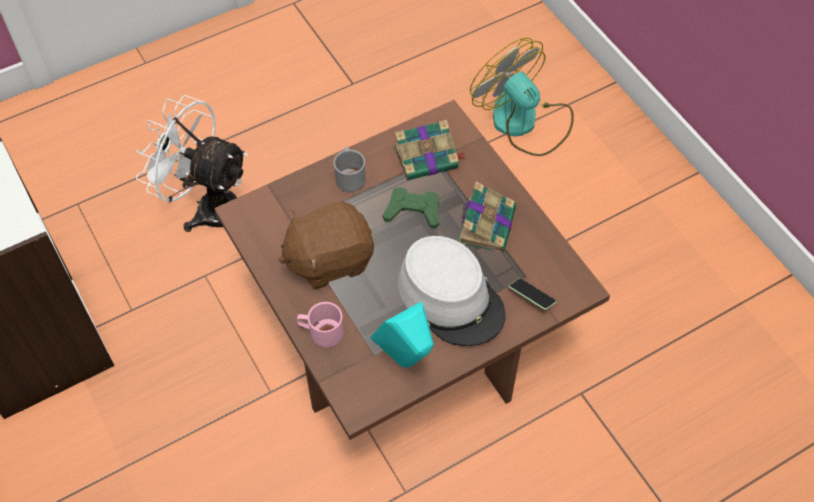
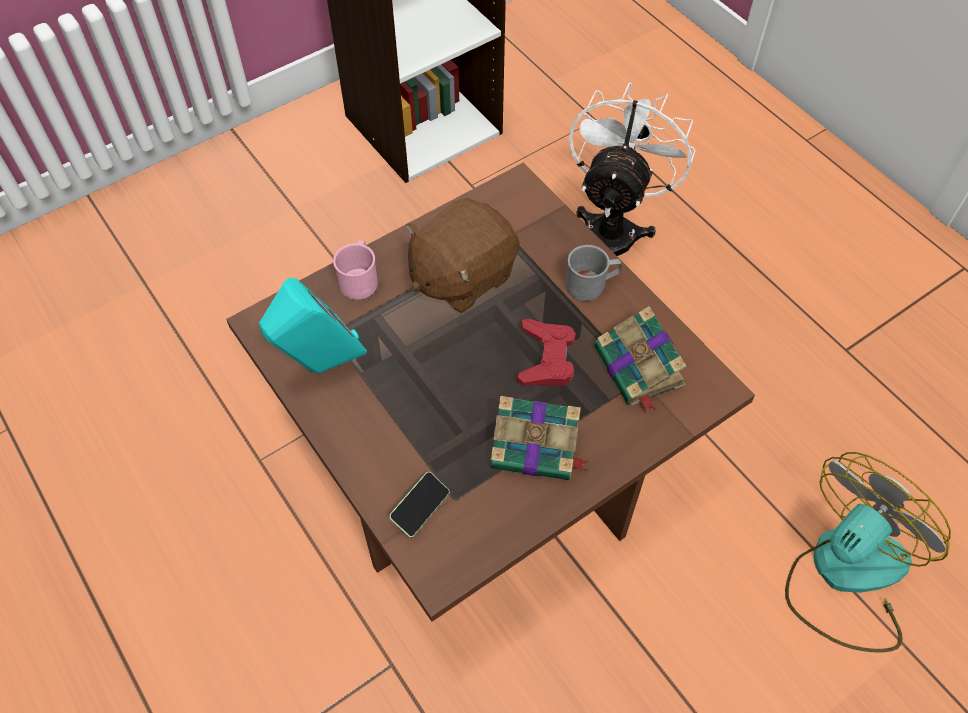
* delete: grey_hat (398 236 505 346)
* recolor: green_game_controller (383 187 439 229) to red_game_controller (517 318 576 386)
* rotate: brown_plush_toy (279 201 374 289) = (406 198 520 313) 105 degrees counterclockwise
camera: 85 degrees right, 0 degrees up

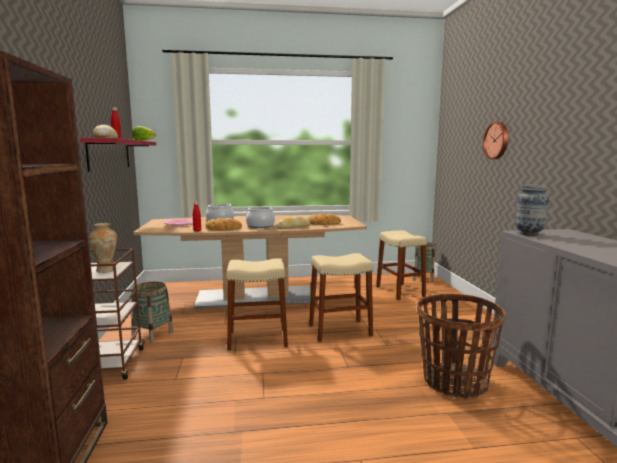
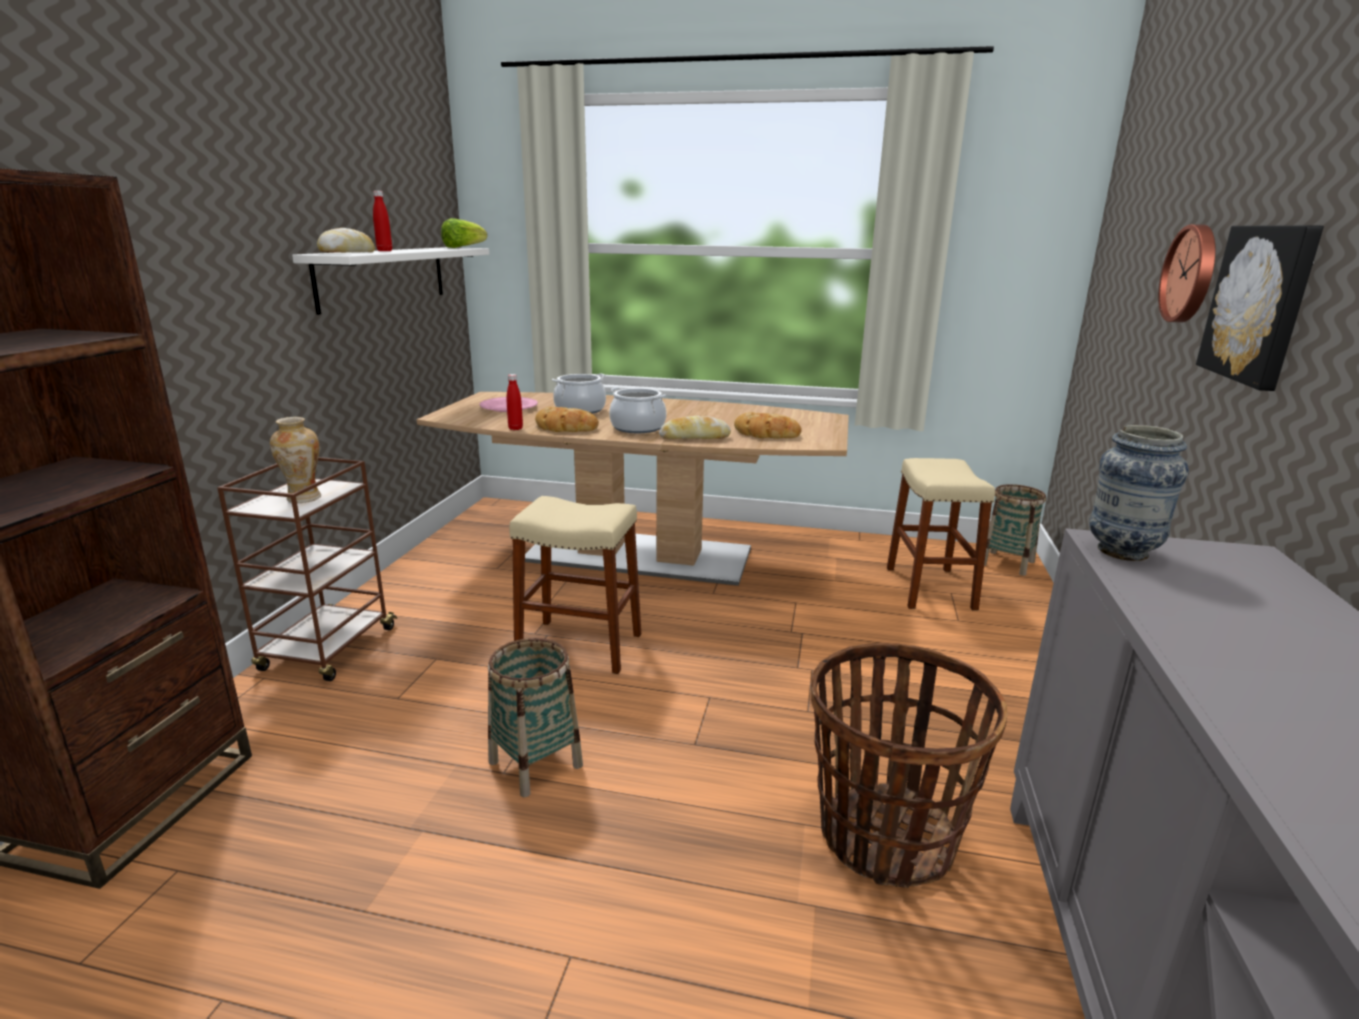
* delete: beige_stool (309 253 373 342)
* insert: picture (1196 225 1324 391)
* move: basket (131 282 174 343) to (488 638 583 797)
* recolor: red_shelf (80 138 156 172) to white_shelf (292 247 489 315)
camera: 20 degrees right, 10 degrees up

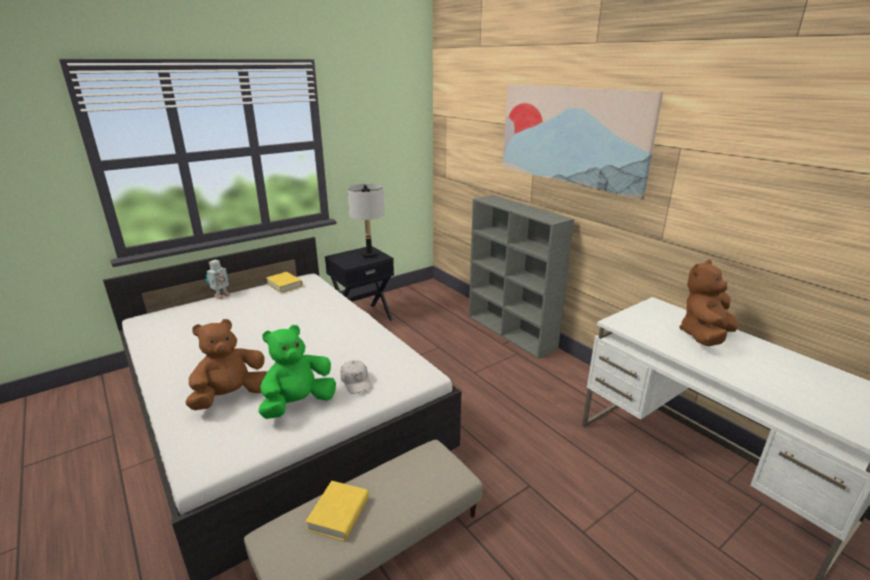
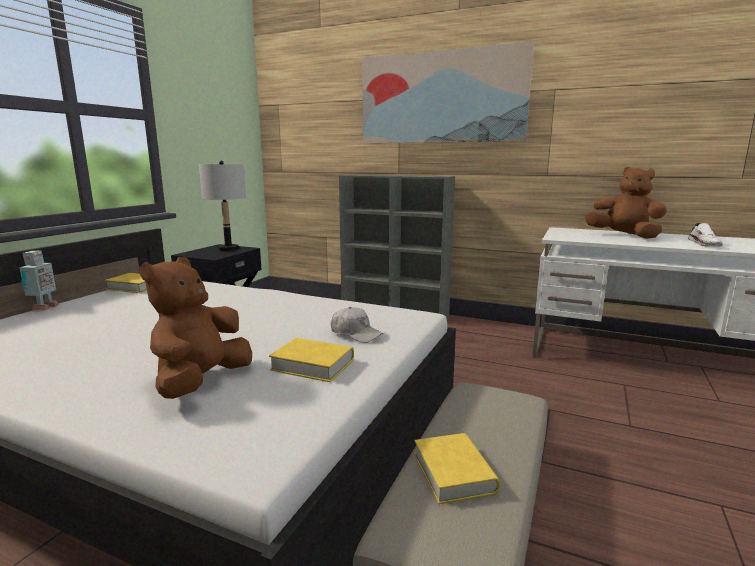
* insert: white_shoe (688 223 723 247)
* replace: green_plush_toy (258 325 336 419) to yellow_book (269 338 354 382)
* rotate: brown_plush_toy (679 259 738 346) = (585 167 667 239) 120 degrees clockwise
camera: 30 degrees left, 10 degrees down

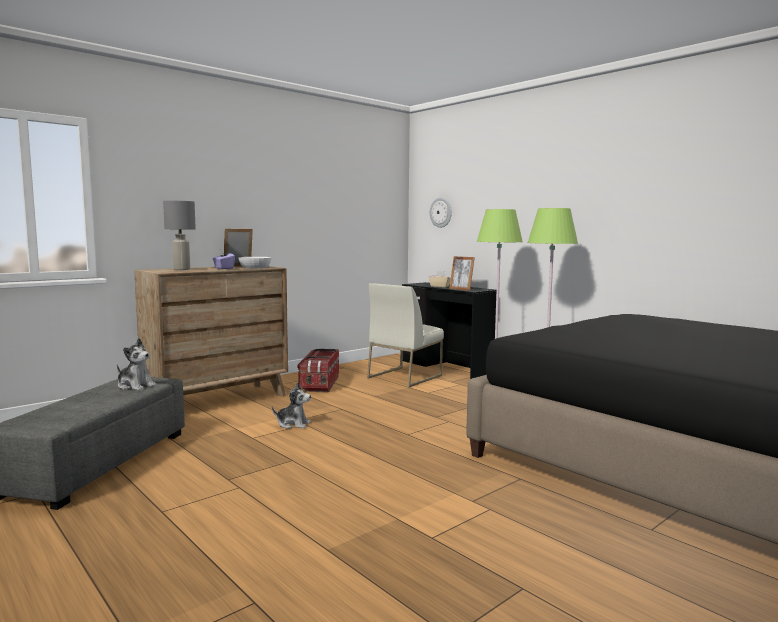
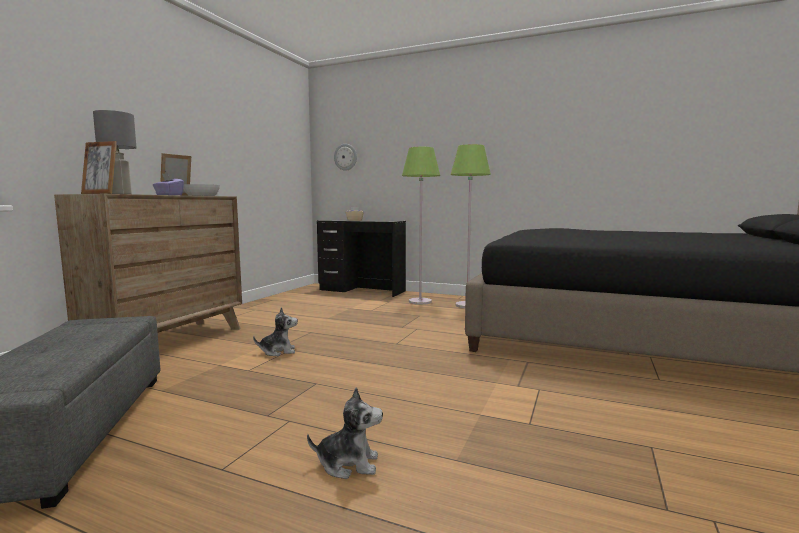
* delete: storage_box (297 348 339 393)
* delete: white_chair (367 283 444 387)
* move: plush_toy (117 338 156 391) to (307 387 383 479)
* move: picture_frame (449 256 475 291) to (81 141 117 194)
camera: 25 degrees left, 0 degrees up

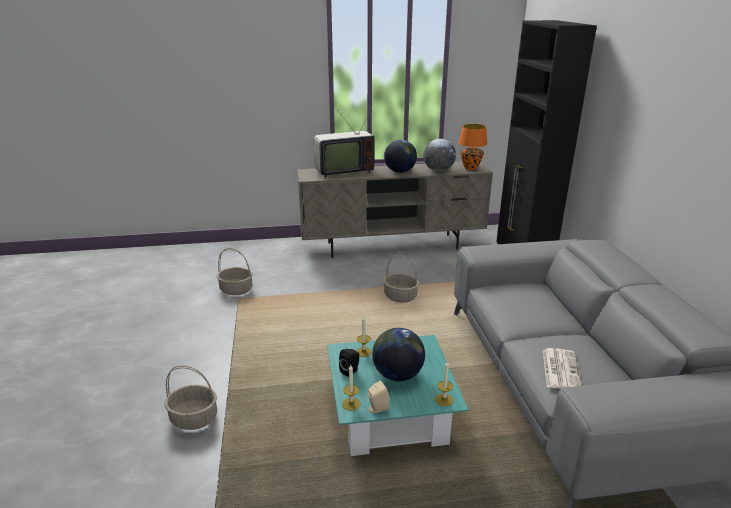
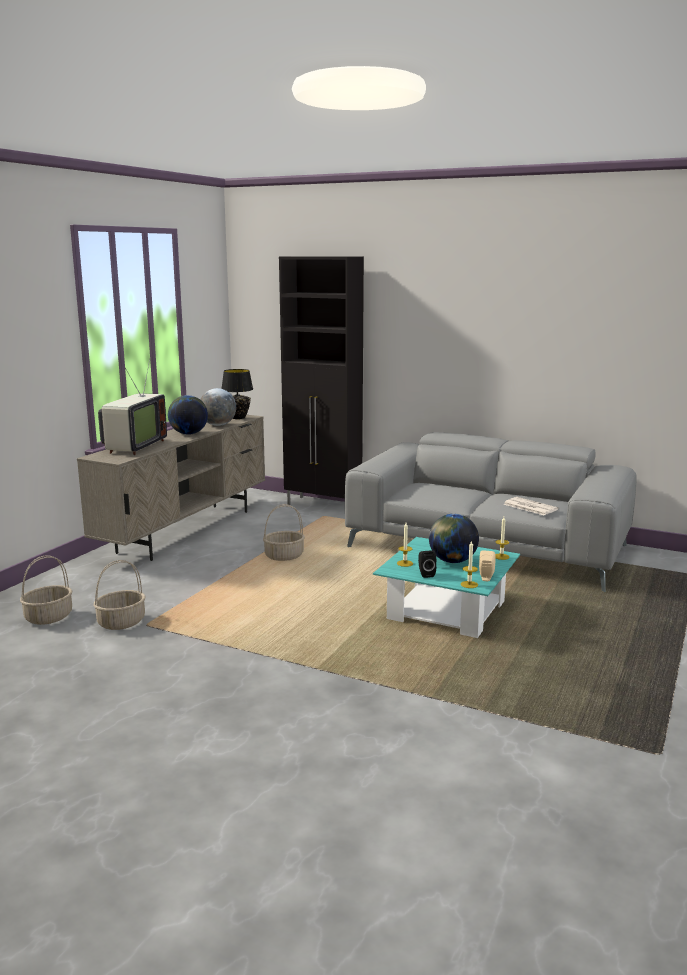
* move: basket (164 365 217 430) to (20 556 72 625)
* recolor: orange_table_lamp (459 124 488 170) to black_table_lamp (222 369 253 419)
camera: 55 degrees left, 10 degrees down

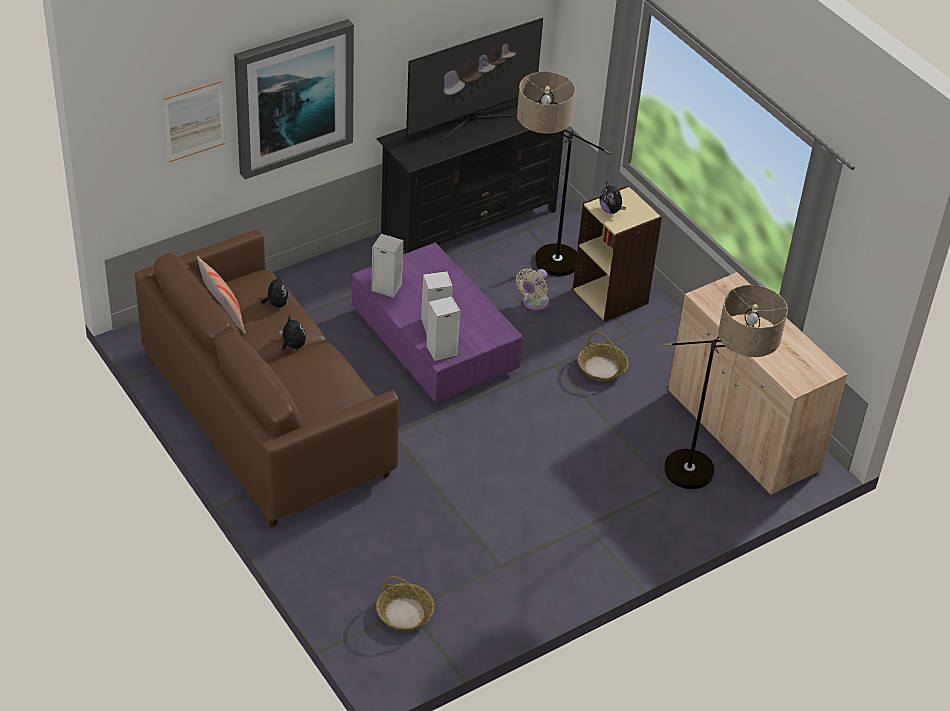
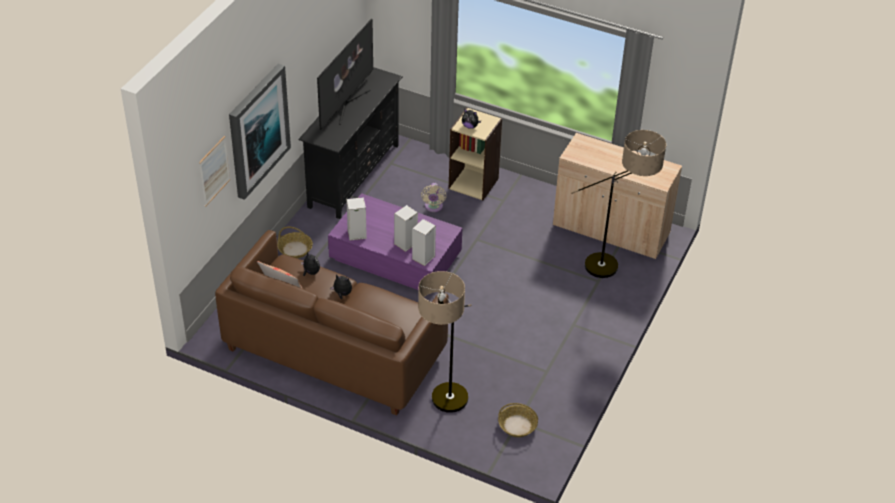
* move: floor_lamp (517 72 611 276) to (418 271 472 413)
* move: basket (578 332 629 382) to (277 227 313 259)
camera: 30 degrees left, 0 degrees up

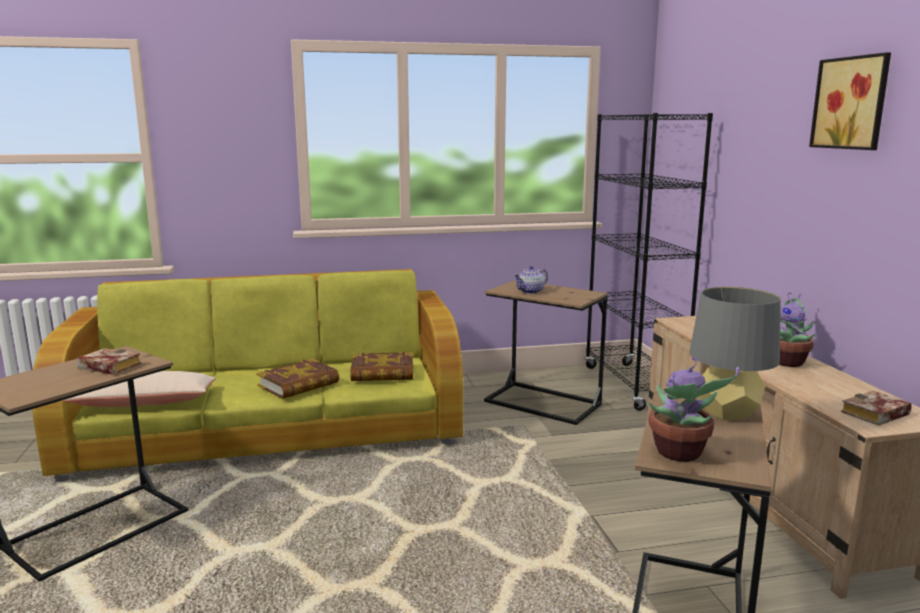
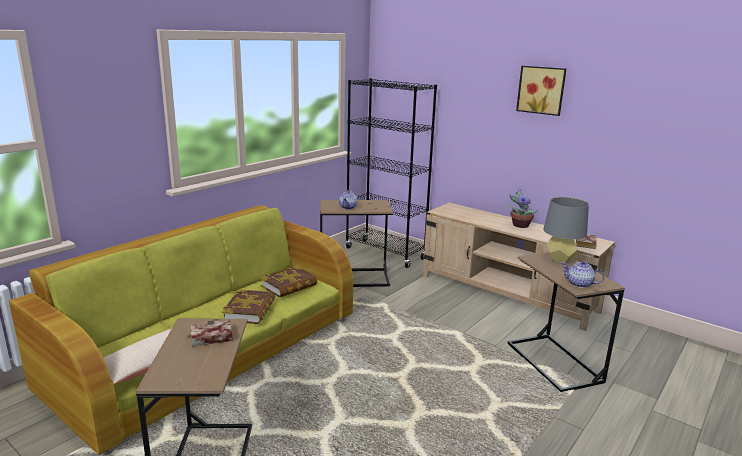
* replace: potted_plant (649 357 740 462) to teapot (561 261 605 288)
camera: 40 degrees left, 5 degrees up

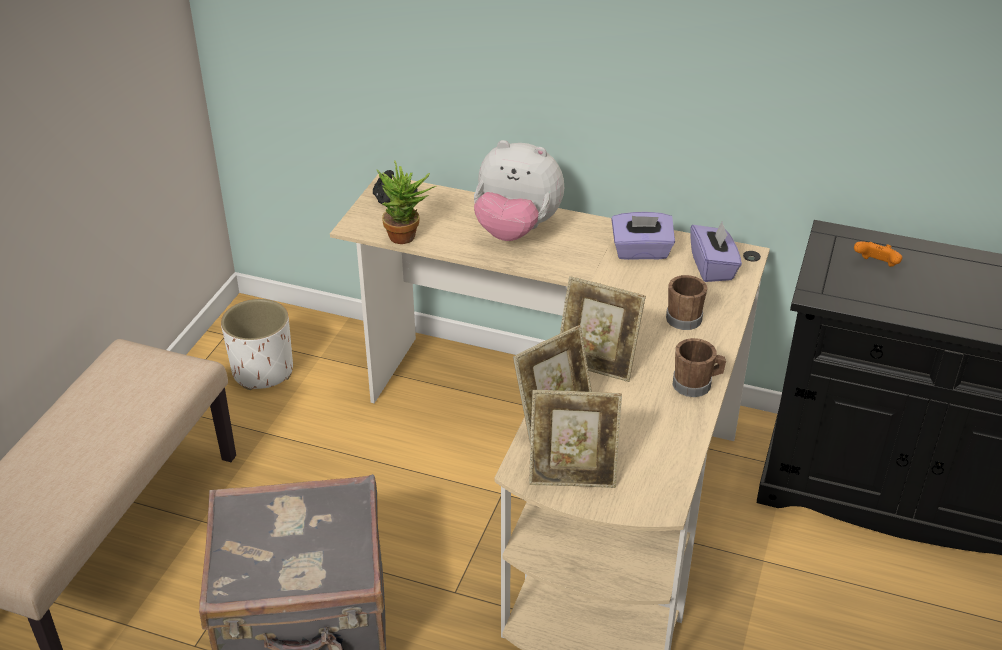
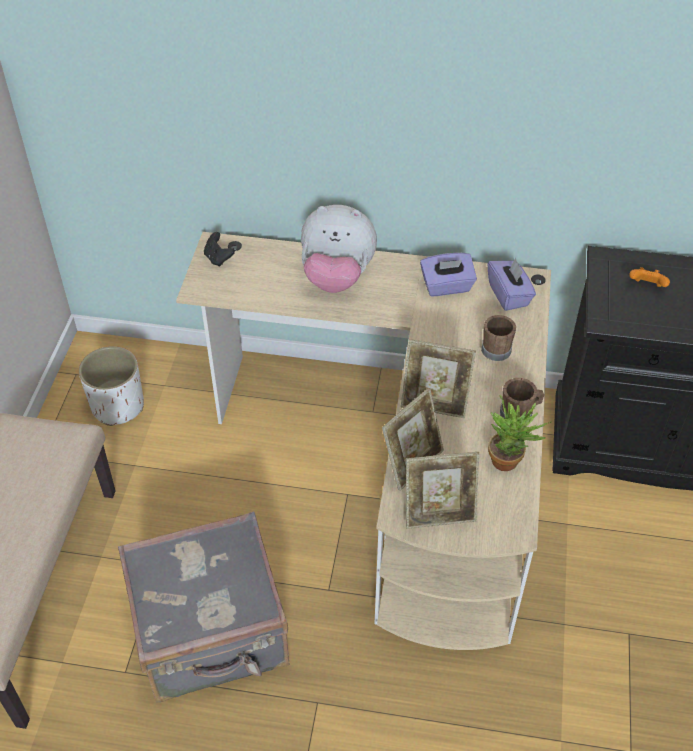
* move: potted_plant (377 161 436 244) to (488 395 552 471)
camera: 10 degrees left, 10 degrees up

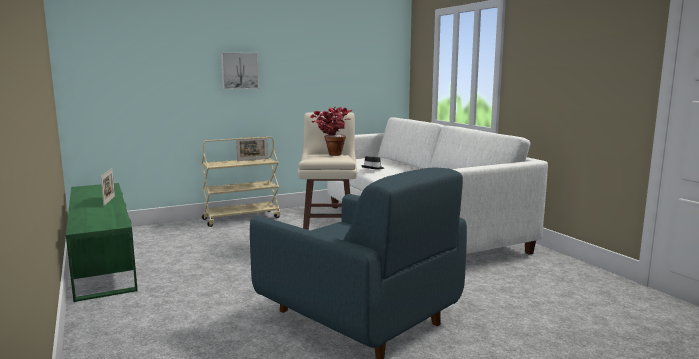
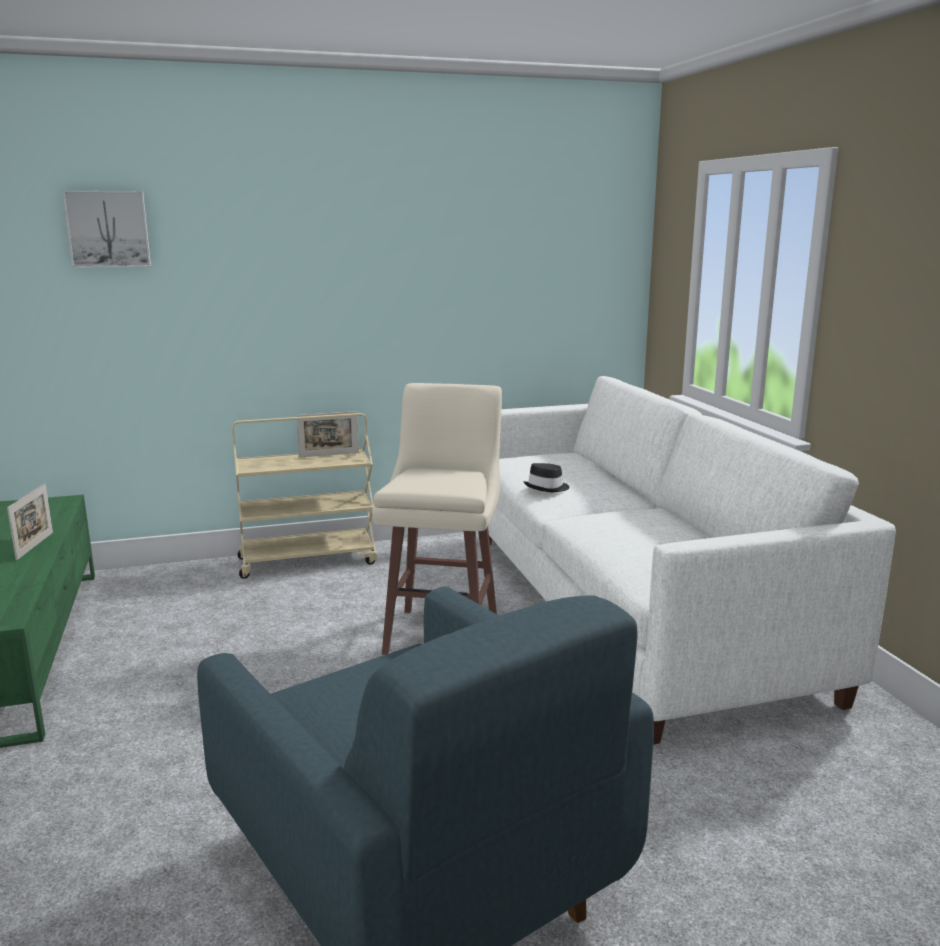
* delete: potted_plant (310 107 352 156)
* move: picture (221 52 259 90) to (63 191 151 268)
camera: 10 degrees right, 5 degrees up

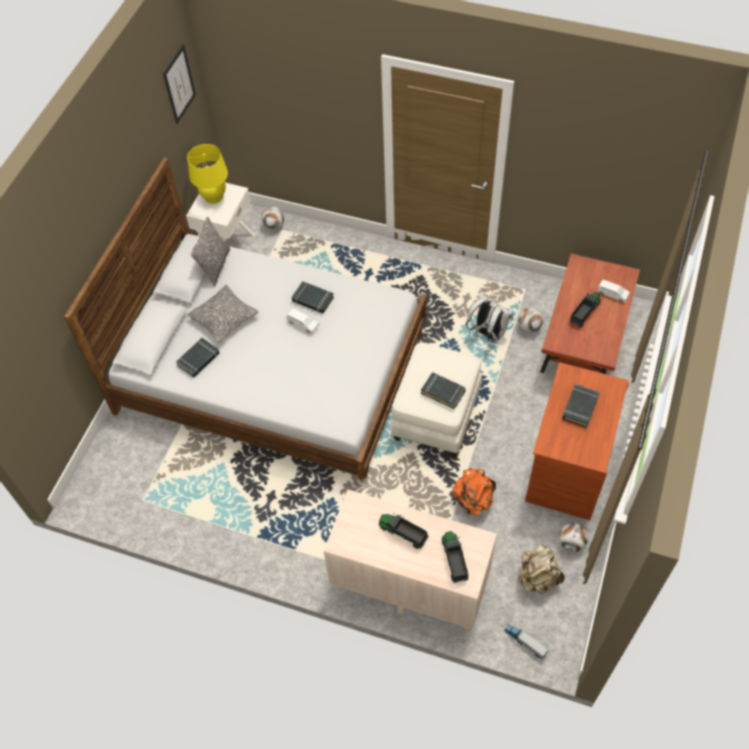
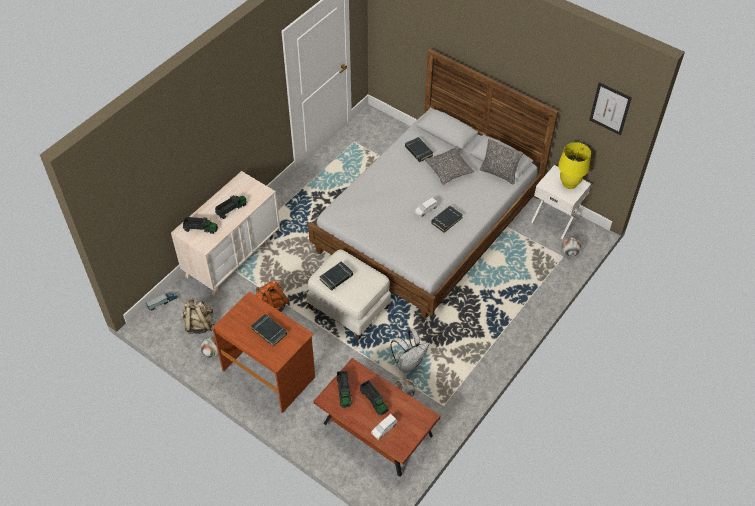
* insert: toy_truck (337 371 352 408)
camera: 105 degrees right, 5 degrees down

